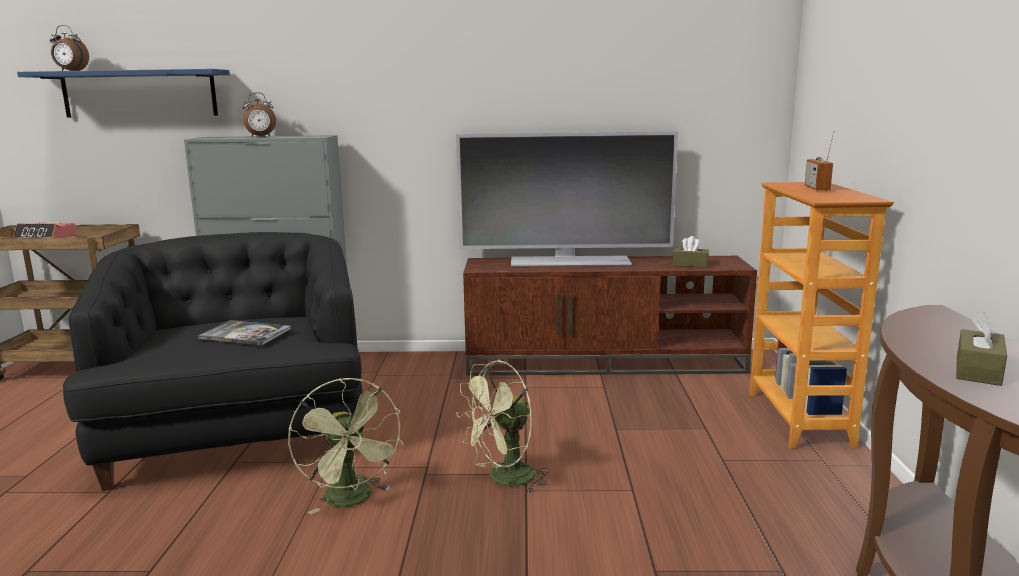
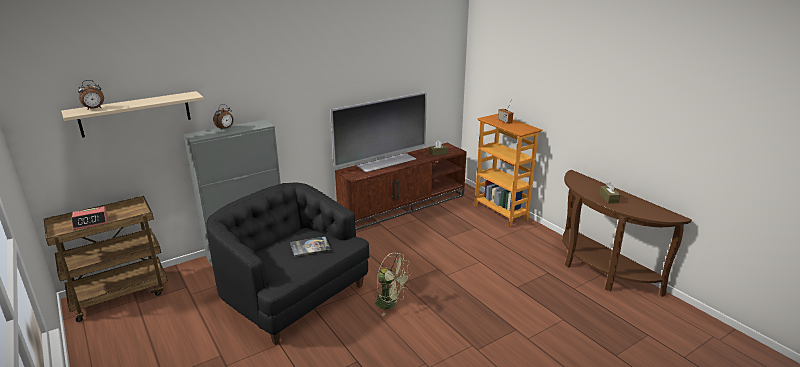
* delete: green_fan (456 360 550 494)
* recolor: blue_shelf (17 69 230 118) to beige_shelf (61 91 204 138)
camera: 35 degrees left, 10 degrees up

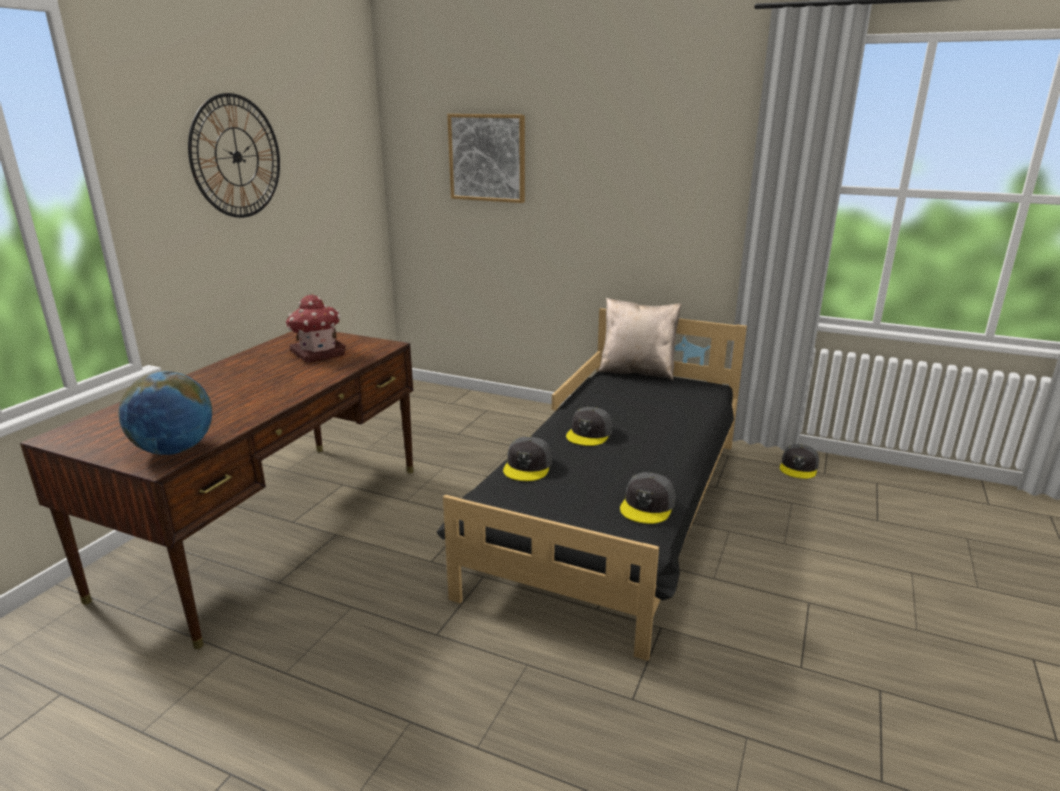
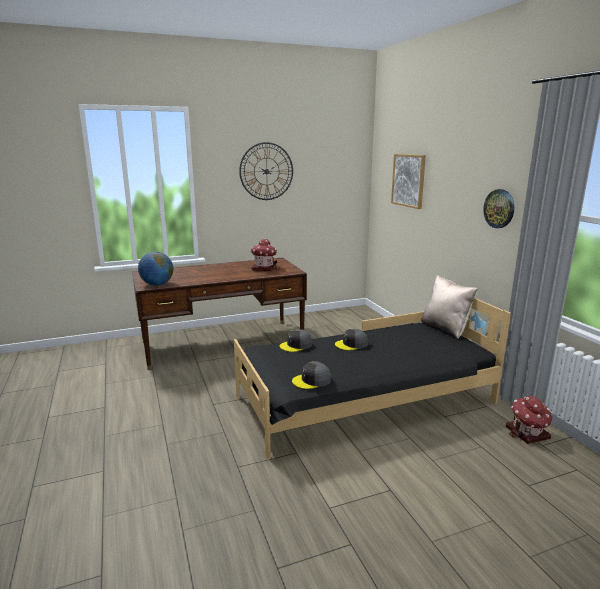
* insert: wall_clock (483 189 514 228)
* replace: grey_cap (780 444 819 479) to toy_house (506 396 553 444)
camera: 45 degrees right, 5 degrees down

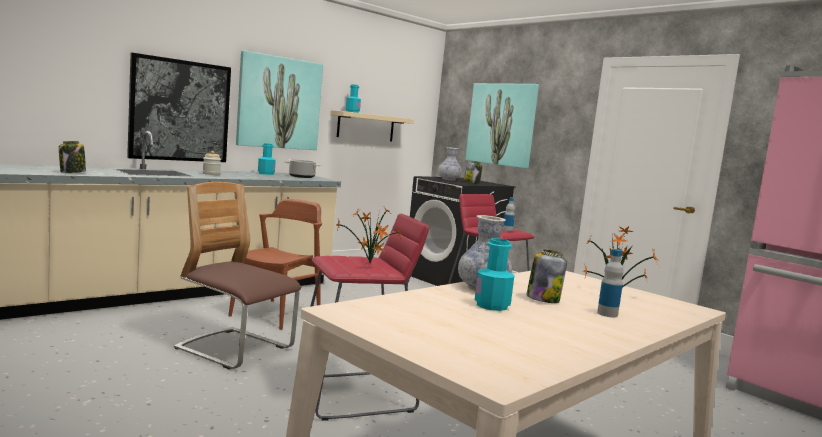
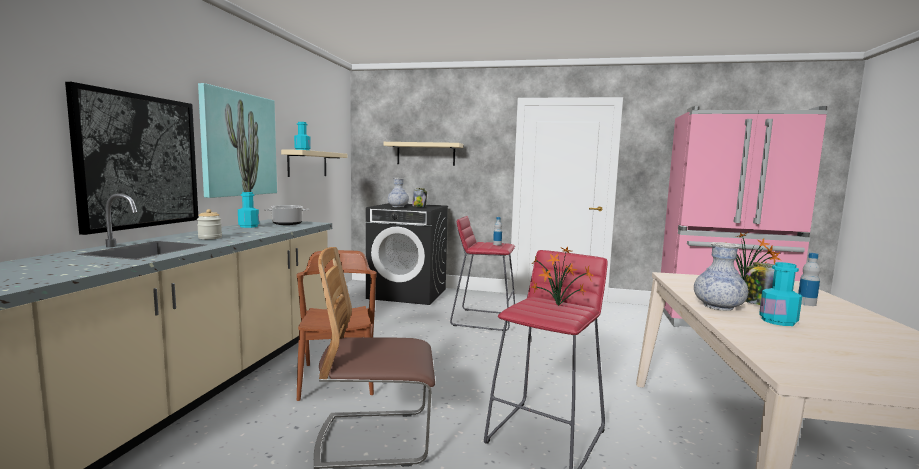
* delete: jar (59 141 86 173)
* replace: picture (465 83 539 168) to beige_shelf (383 142 463 166)
camera: 35 degrees left, 0 degrees up

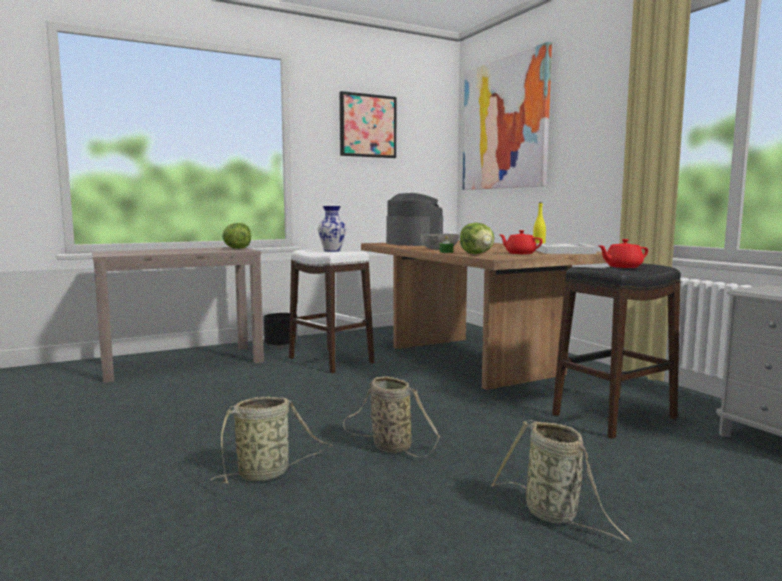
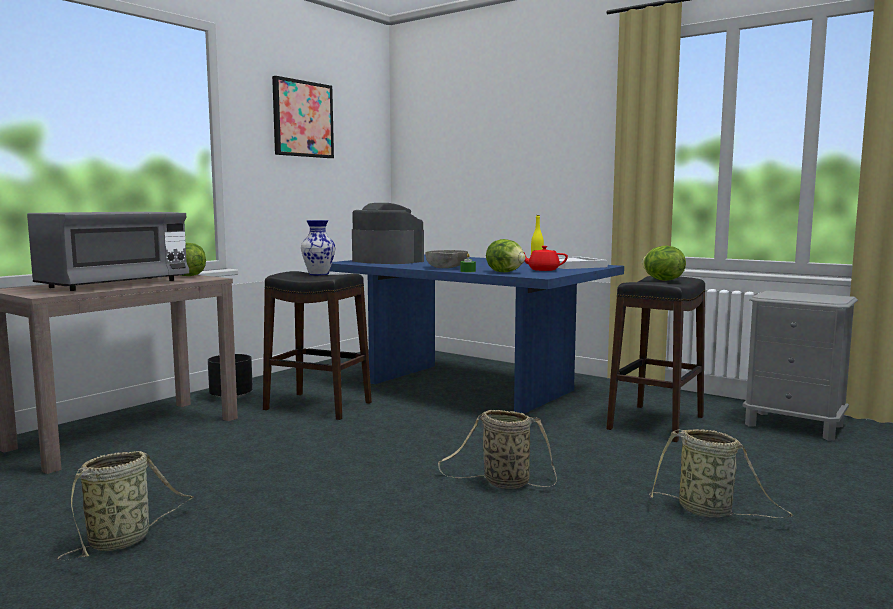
* delete: picture (463 42 552 190)
* insert: grey_microwave (27 212 189 291)
* move: basket (210 397 333 484) to (57 451 194 560)
* replace: red_teapot (598 239 648 268) to lettuce (642 245 686 281)
* recolor: white_stool (289 248 374 373) to black_stool (263 271 372 420)
* recolor: brown_dining_table (361 240 606 390) to blue_dining_table (330 255 624 414)
camera: 25 degrees left, 0 degrees up

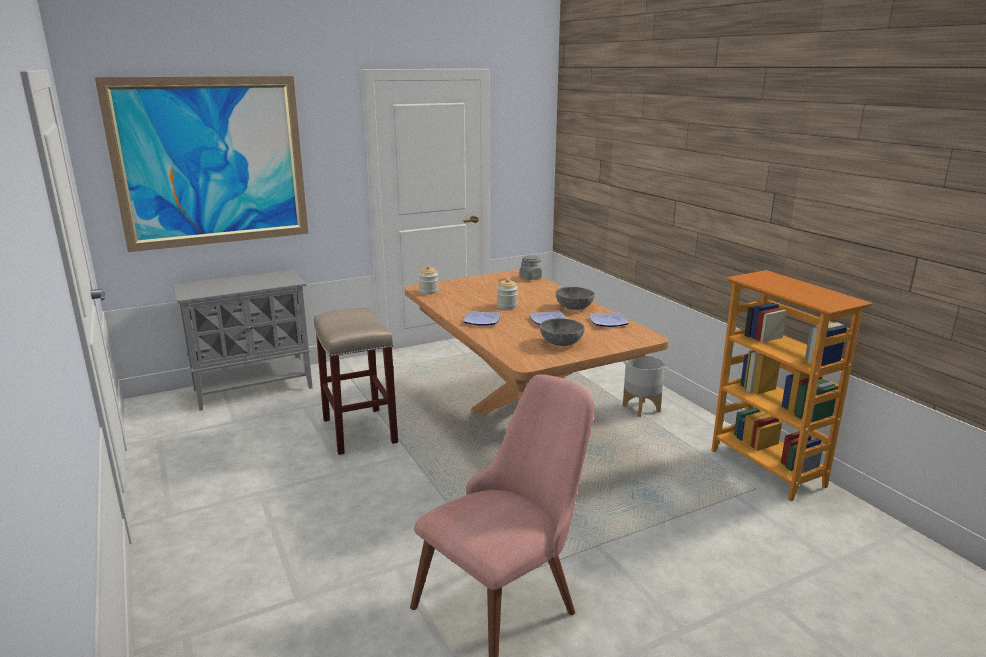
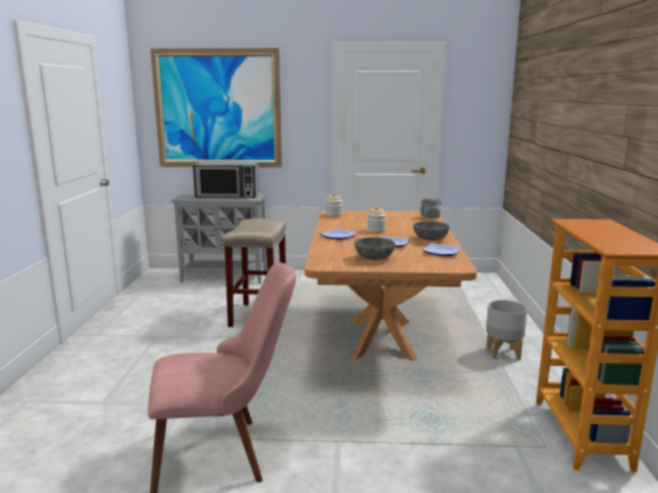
* insert: microwave (193 162 260 198)
camera: 30 degrees right, 5 degrees down

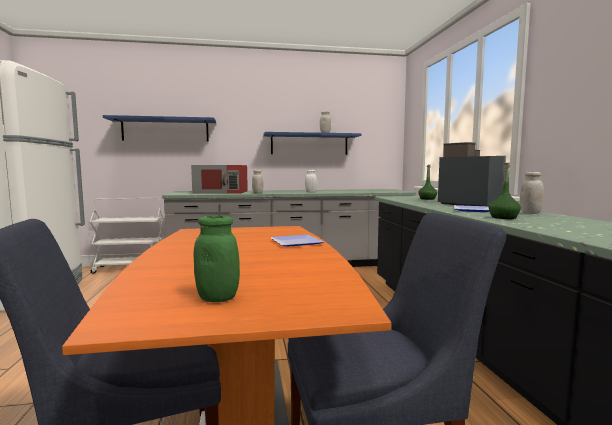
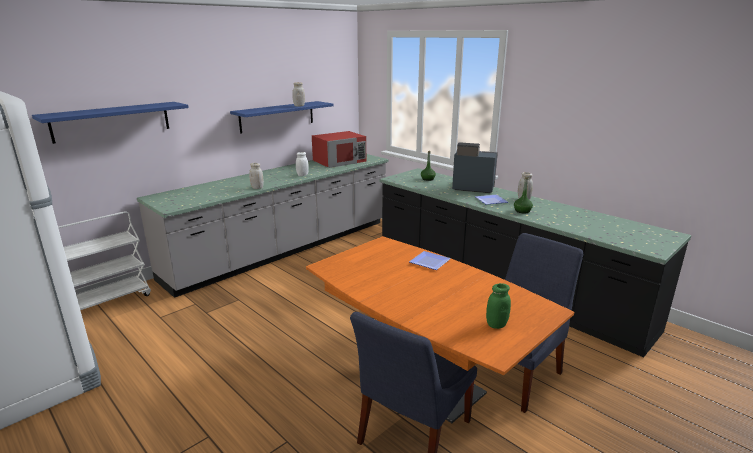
* move: red_microwave (191 165 248 194) to (312 131 366 168)
camera: 35 degrees left, 15 degrees up

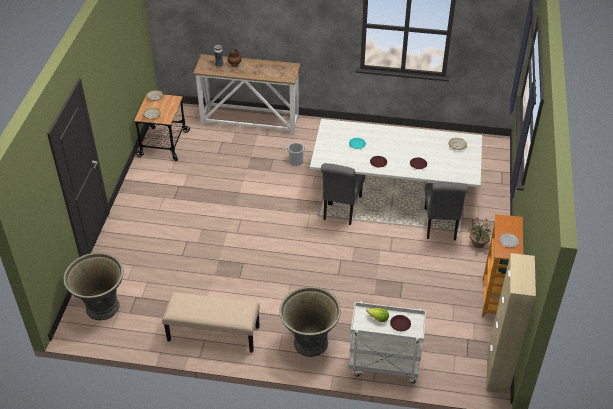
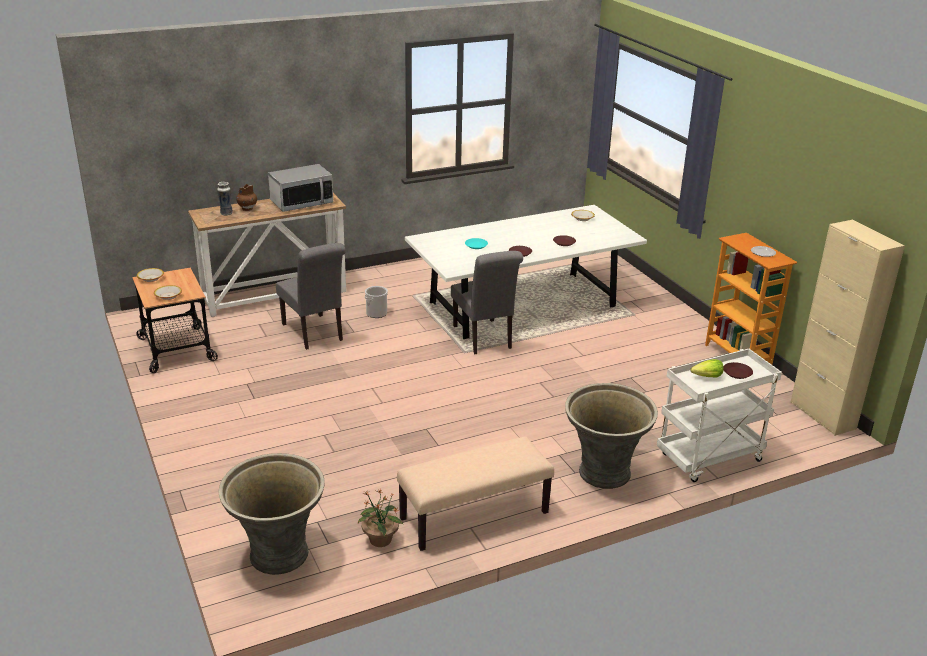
* insert: microwave (268 164 333 212)
* move: grey_chair (424 182 468 240) to (276 243 346 350)
* move: potted_plant (467 217 491 248) to (358 489 403 547)
camera: 35 degrees left, 15 degrees down

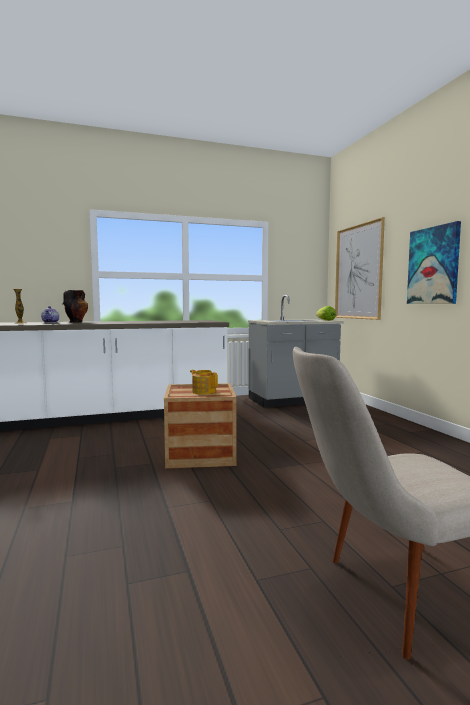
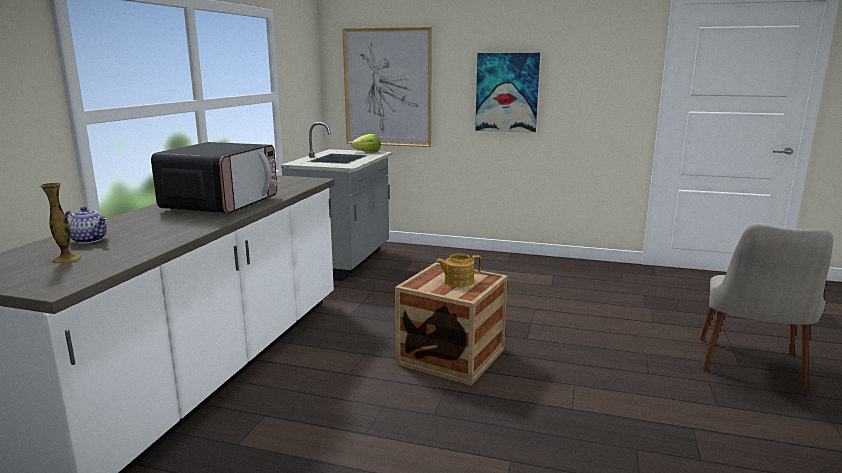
* delete: vase (62 290 88 323)
* insert: microwave (151 142 277 213)
camera: 55 degrees left, 10 degrees up

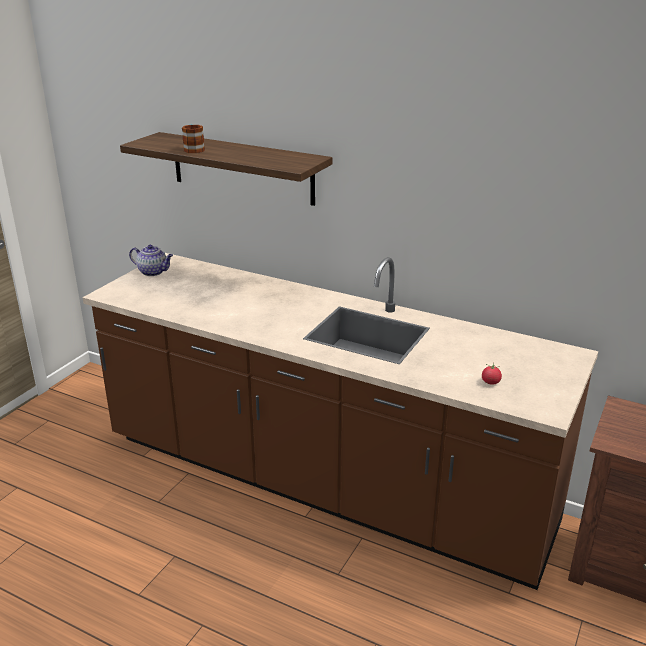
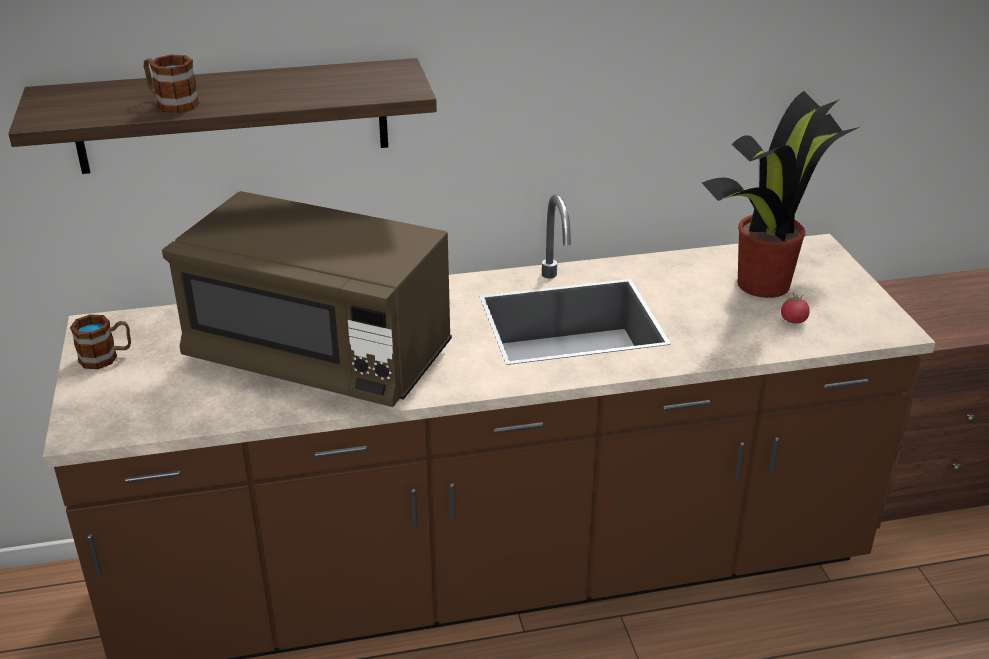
* insert: brown_microwave (162 191 452 407)
* insert: potted_plant (702 91 860 298)
* replace: teapot (129 245 173 276) to mug (70 314 131 369)
camera: 40 degrees left, 5 degrees up

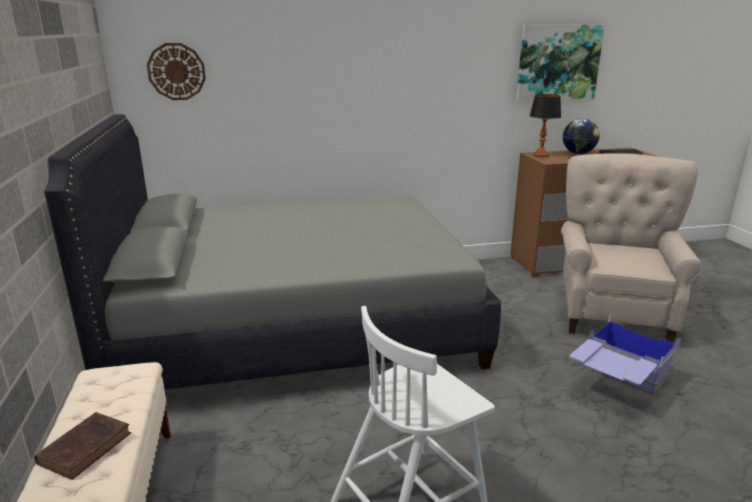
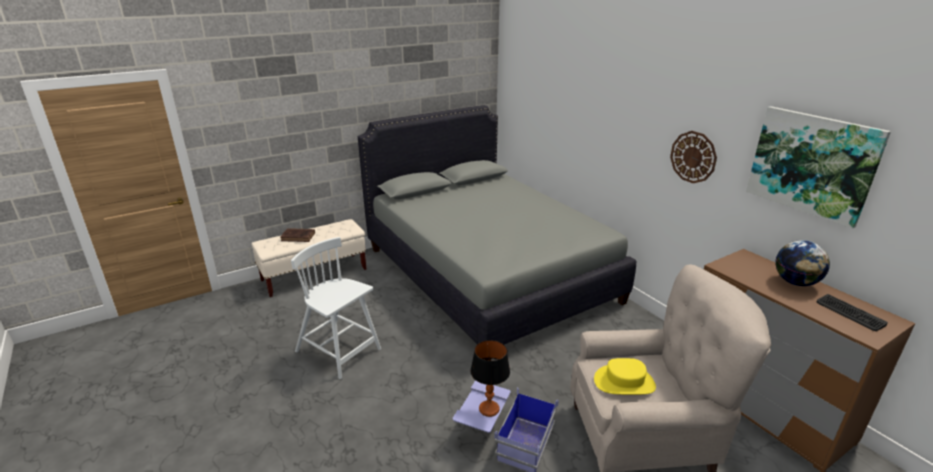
* insert: yellow_hat (594 358 656 395)
* move: wall_clock (147 43 206 100) to (670 131 717 183)
* move: table_lamp (530 94 561 157) to (470 340 510 417)
camera: 70 degrees right, 5 degrees up

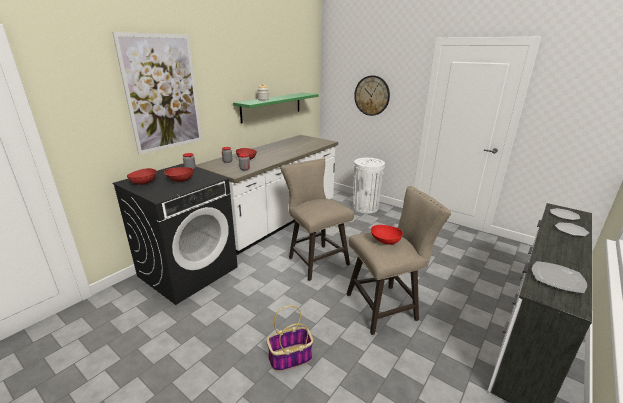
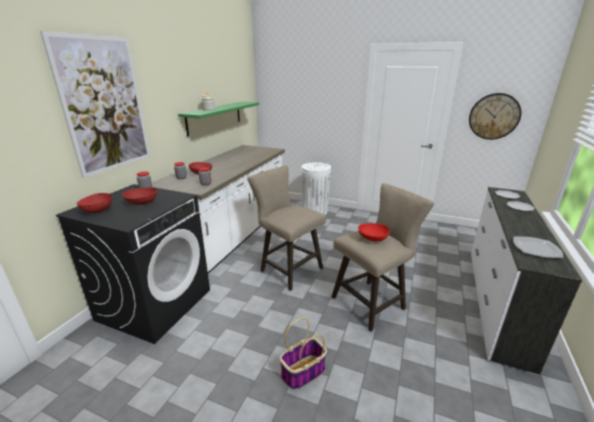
* move: wall_clock (354 75 390 116) to (469 93 521 140)
camera: 15 degrees left, 0 degrees up

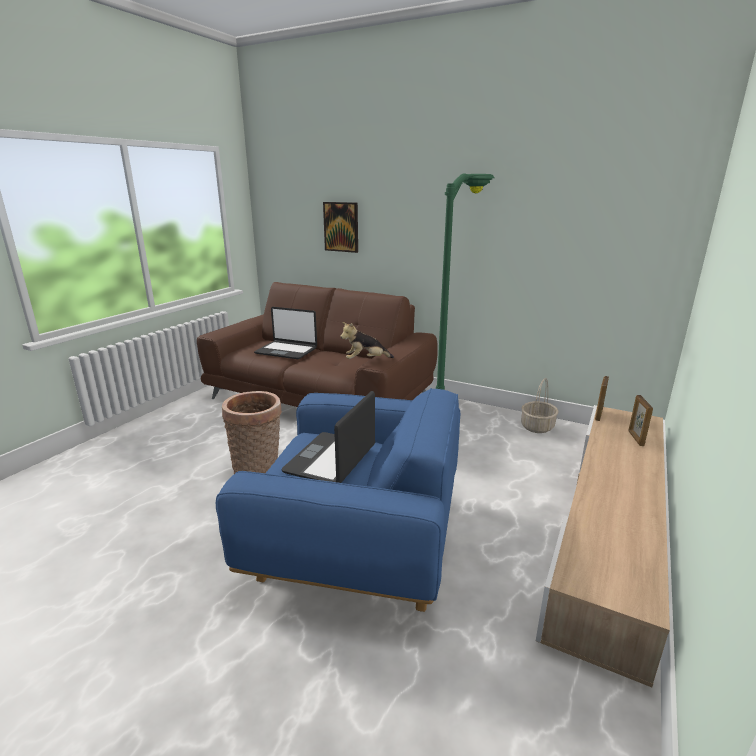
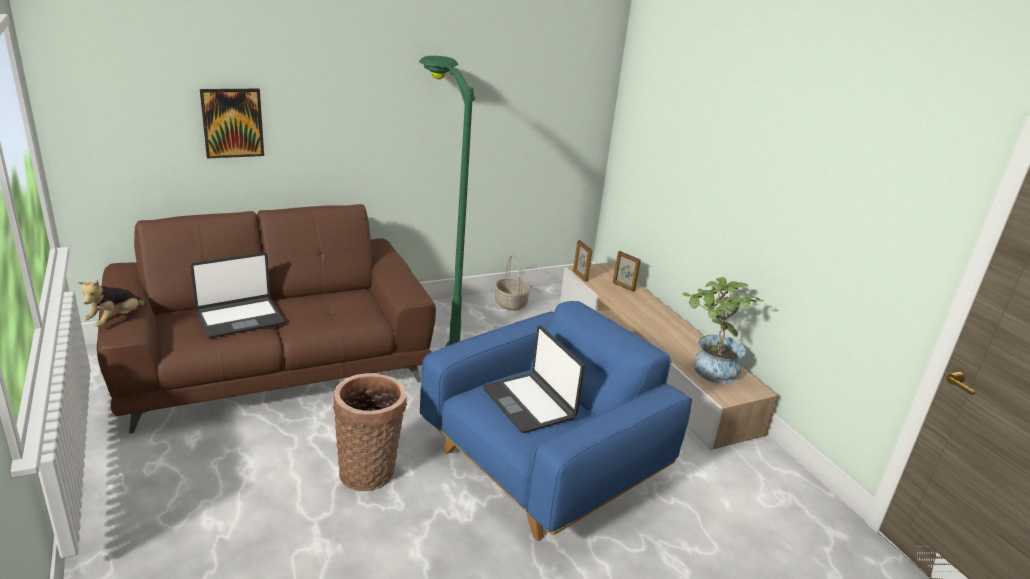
* insert: potted_plant (683 277 764 384)
* move: plush_toy (340 322 394 359) to (77 280 147 327)
camera: 55 degrees left, 5 degrees up

